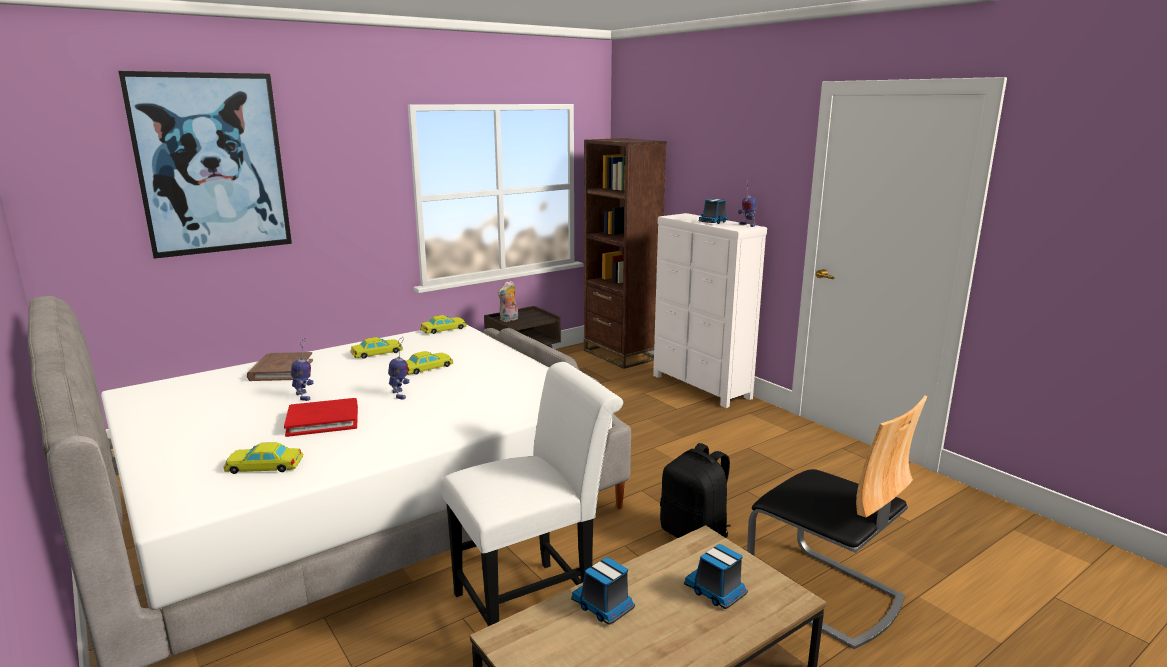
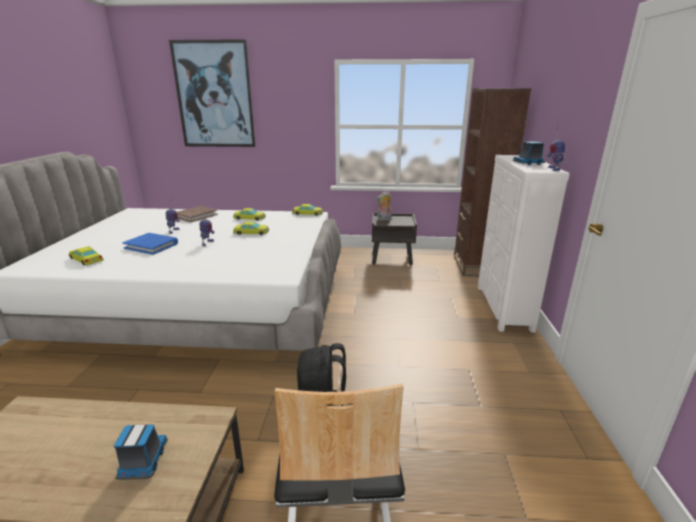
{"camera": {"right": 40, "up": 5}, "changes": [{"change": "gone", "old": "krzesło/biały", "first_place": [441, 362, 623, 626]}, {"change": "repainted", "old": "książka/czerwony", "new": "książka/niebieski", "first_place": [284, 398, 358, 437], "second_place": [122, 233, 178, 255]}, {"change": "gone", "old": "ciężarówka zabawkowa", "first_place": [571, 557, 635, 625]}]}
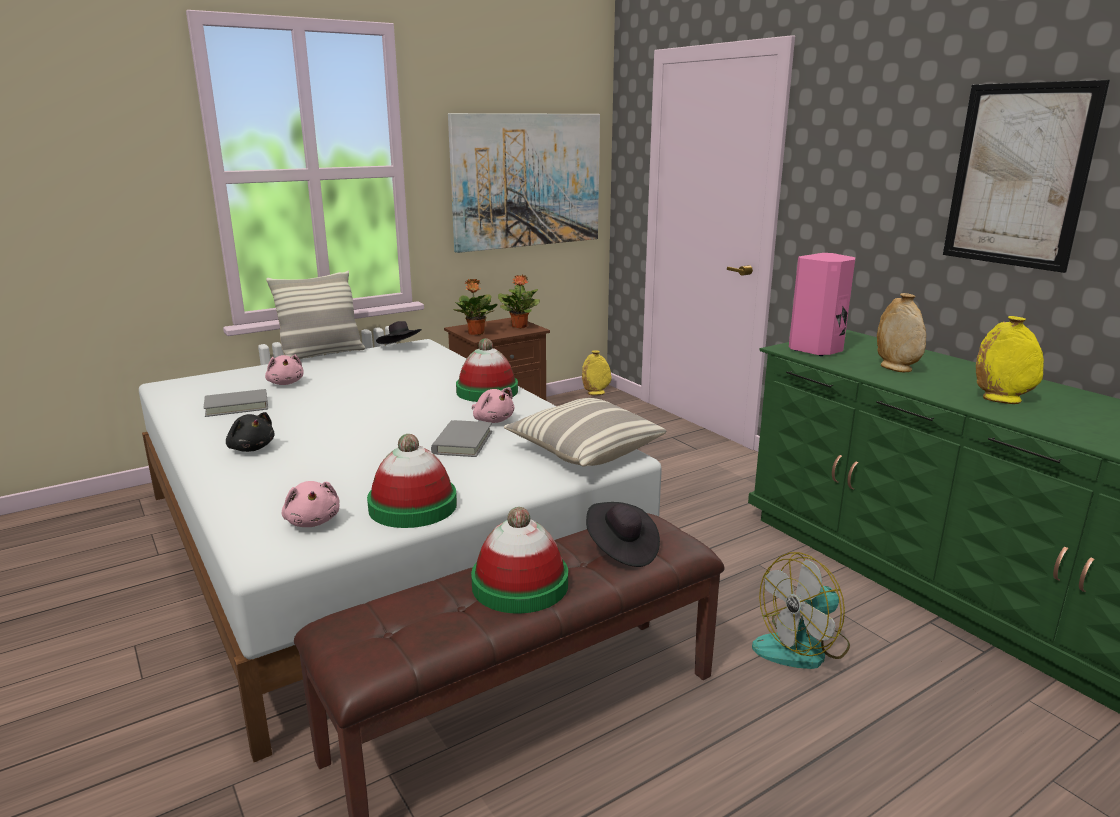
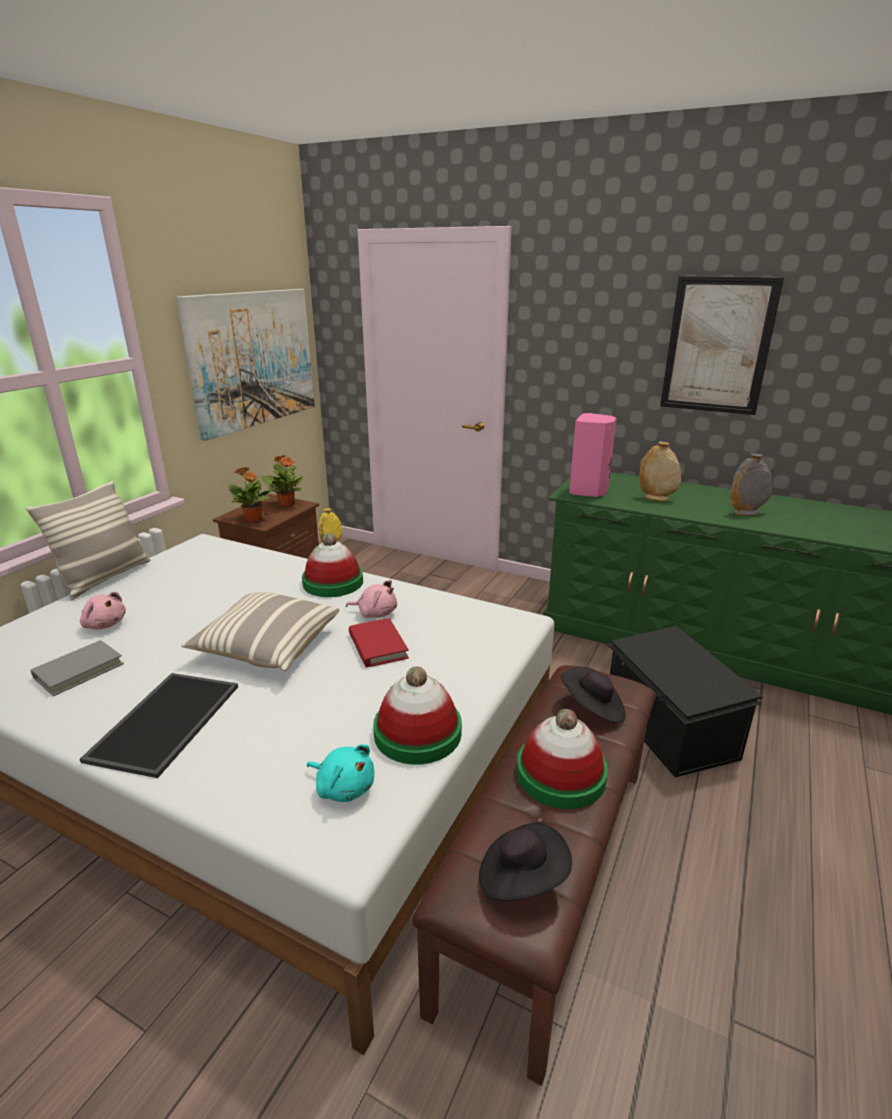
{"camera": {"right": -30, "up": 5}, "changes": [{"change": "repainted", "old": "wazon/żółty", "new": "wazon/szary", "first_place": [976, 316, 1044, 404], "second_place": [731, 453, 772, 516]}, {"change": "shifted", "old": "kapelusz/czarny", "first_place": [376, 321, 422, 344], "second_place": [479, 823, 572, 901]}, {"change": "shifted", "old": "poduszka", "first_place": [504, 398, 666, 467], "second_place": [181, 592, 339, 671]}, {"change": "swapped", "old": "pluszak/czarny", "new": "taca", "first_place": [226, 412, 274, 452], "second_place": [80, 673, 238, 778]}, {"change": "repainted", "old": "książka/szary", "new": "książka/czerwony", "first_place": [431, 420, 492, 457], "second_place": [349, 618, 409, 667]}, {"change": "repainted", "old": "pluszak/różowy", "new": "pluszak/turkusowy", "first_place": [282, 481, 340, 527], "second_place": [307, 744, 374, 802]}, {"change": "swapped", "old": "wentylator", "new": "pojemnik do przechowywania/czarny", "first_place": [752, 552, 850, 669], "second_place": [607, 626, 763, 777]}]}
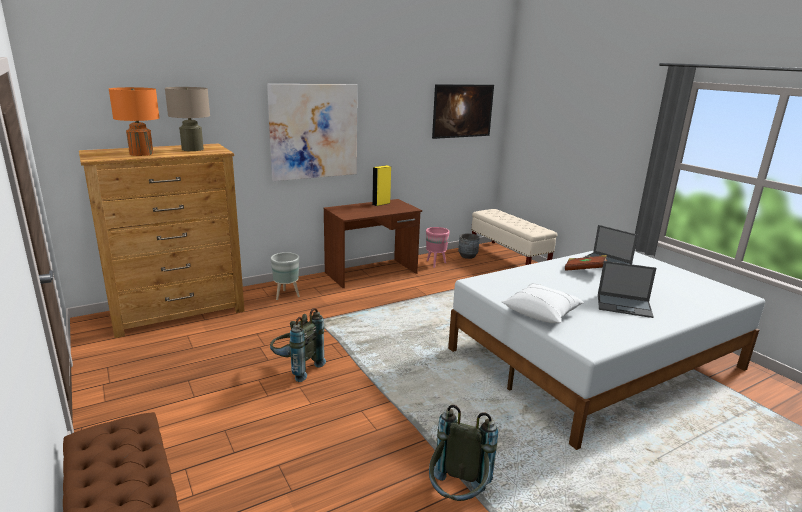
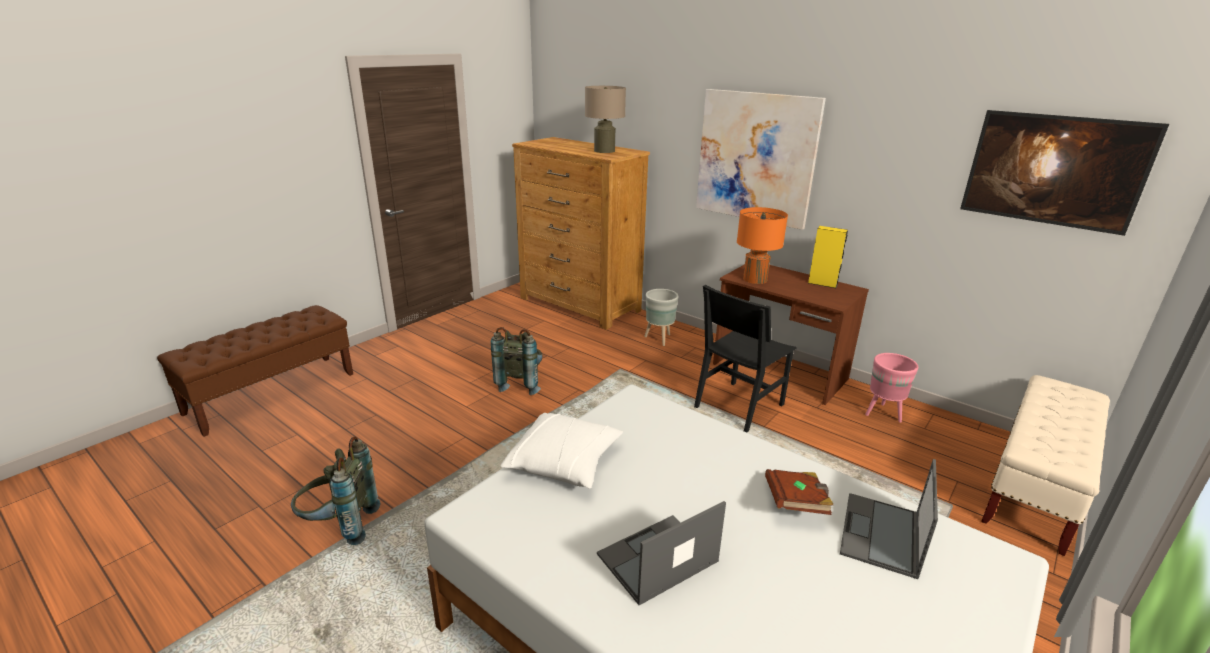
{"camera": {"right": 70, "up": 5}, "changes": [{"change": "shifted", "old": "lampa stołowa/pomarańczowy", "first_place": [109, 87, 159, 156], "second_place": [737, 207, 788, 284]}, {"change": "gone", "old": "donica/szary", "first_place": [458, 234, 480, 259]}, {"change": "rotated", "old": "laptop", "first_place": [598, 261, 656, 318], "second_place": [597, 501, 726, 605], "degrees": 60}, {"change": "new", "new": "krzesło/czarny", "second_place": [694, 285, 797, 433]}]}
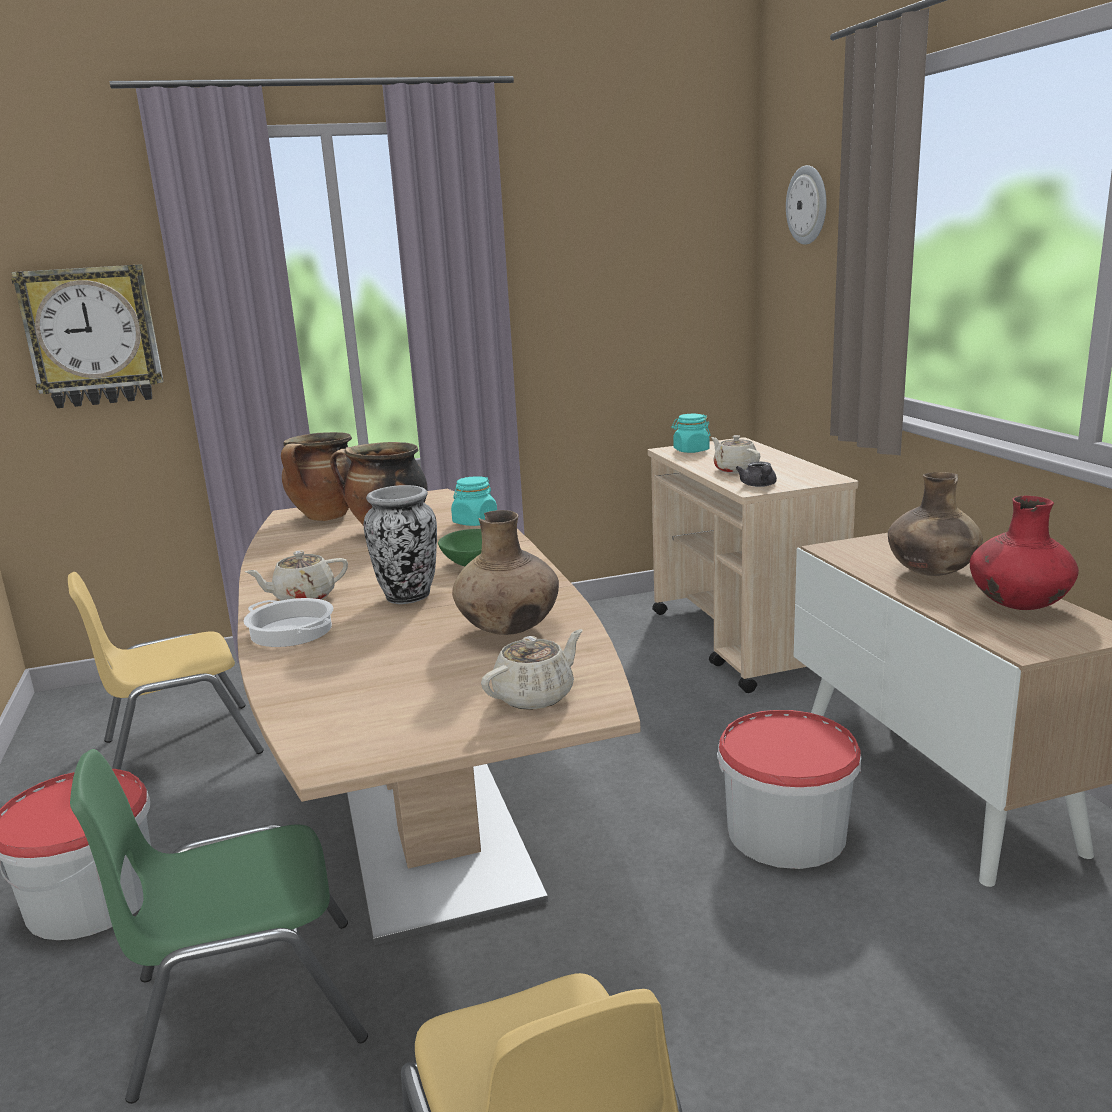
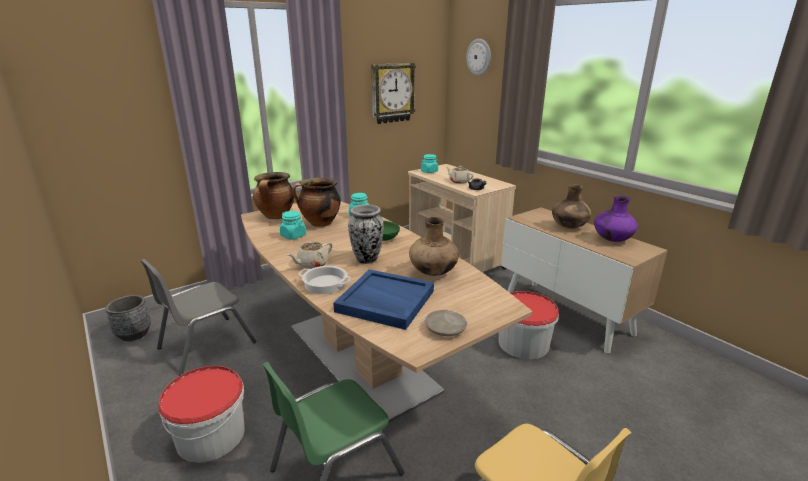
{"camera": {"right": -20, "up": 5}, "changes": [{"change": "shifted", "old": "zegar ścienny", "first_place": [11, 264, 163, 408], "second_place": [371, 63, 416, 124]}, {"change": "repainted", "old": "wazon/czerwony", "new": "wazon/fioletowy", "first_place": [970, 496, 1079, 610], "second_place": [594, 195, 638, 242]}, {"change": "repainted", "old": "krzesło/żółty", "new": "krzesło/szary", "first_place": [68, 572, 264, 770], "second_place": [141, 259, 256, 375]}, {"change": "gone", "old": "imbryk/beżowy", "first_place": [481, 629, 583, 710]}, {"change": "new", "new": "słoik/turkusowy", "second_place": [280, 211, 306, 240]}, {"change": "new", "new": "taca/niebieski", "second_place": [333, 269, 434, 330]}, {"change": "new", "new": "donica/szary", "second_place": [105, 295, 151, 341]}, {"change": "new", "new": "talerz/beżowy", "second_place": [425, 310, 467, 336]}]}
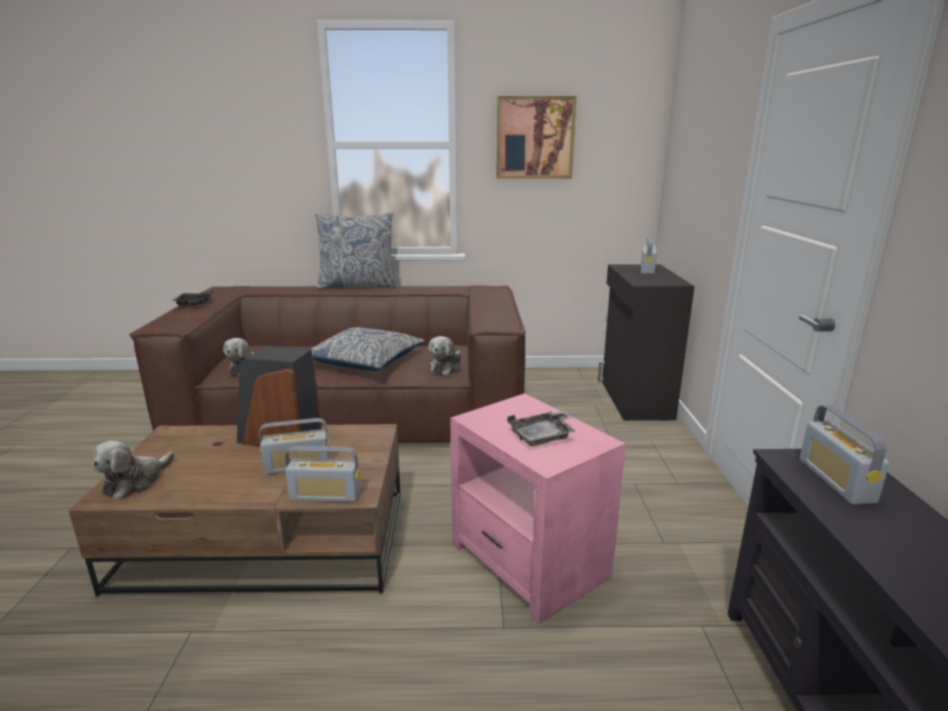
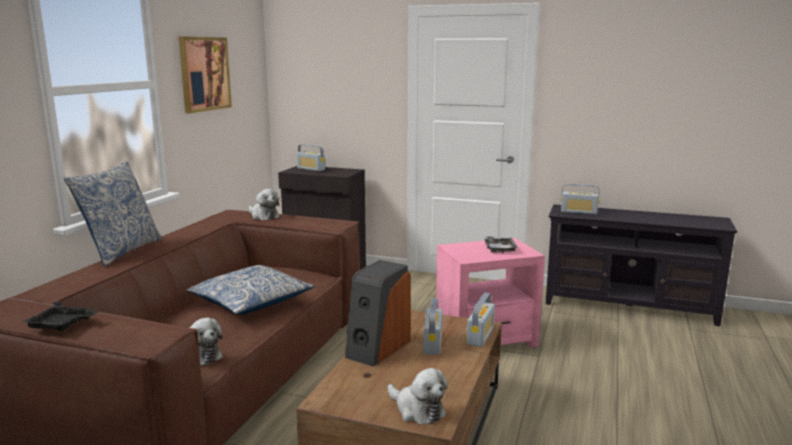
{"camera": {"right": -70, "up": -5}, "changes": [{"change": "shifted", "old": "pluszak", "first_place": [428, 336, 461, 375], "second_place": [249, 189, 279, 220]}]}
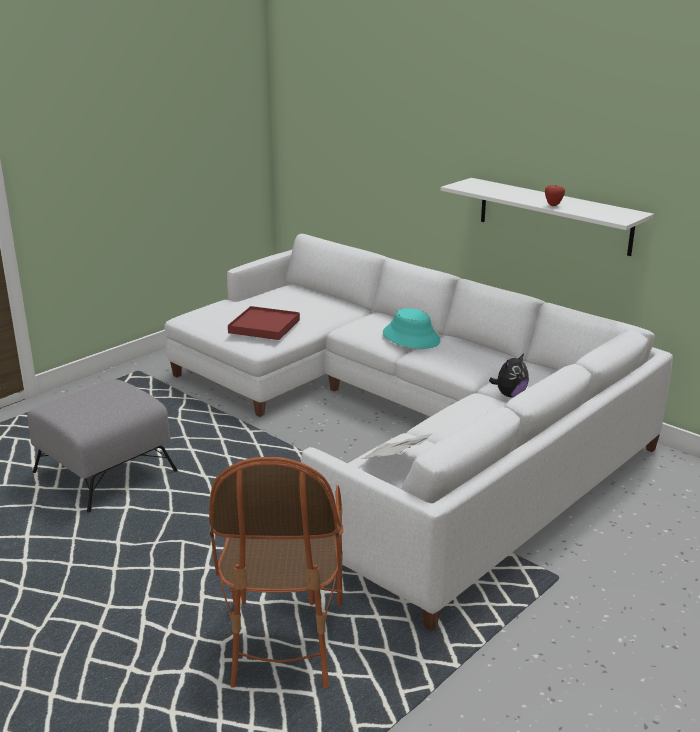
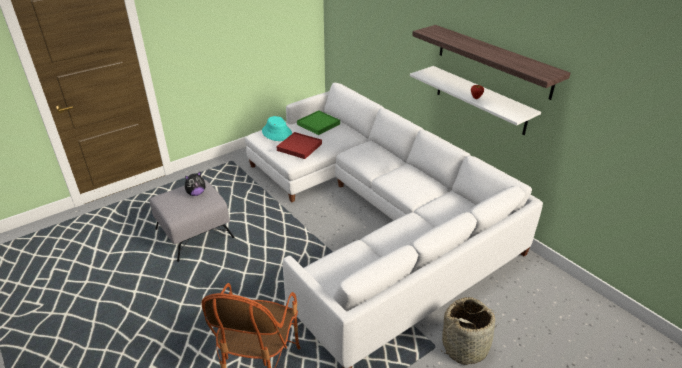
{"camera": {"right": 10, "up": 10}, "changes": [{"change": "shifted", "old": "kapelusz/turkusowy", "first_place": [383, 308, 441, 349], "second_place": [262, 116, 292, 141]}, {"change": "shifted", "old": "pluszak", "first_place": [489, 353, 529, 397], "second_place": [185, 172, 205, 196]}, {"change": "gone", "old": "gazeta", "first_place": [361, 433, 434, 459]}, {"change": "new", "new": "półka", "second_place": [412, 25, 570, 100]}, {"change": "new", "new": "taca/zielony", "second_place": [297, 110, 340, 135]}, {"change": "new", "new": "koszyk", "second_place": [442, 297, 499, 365]}]}
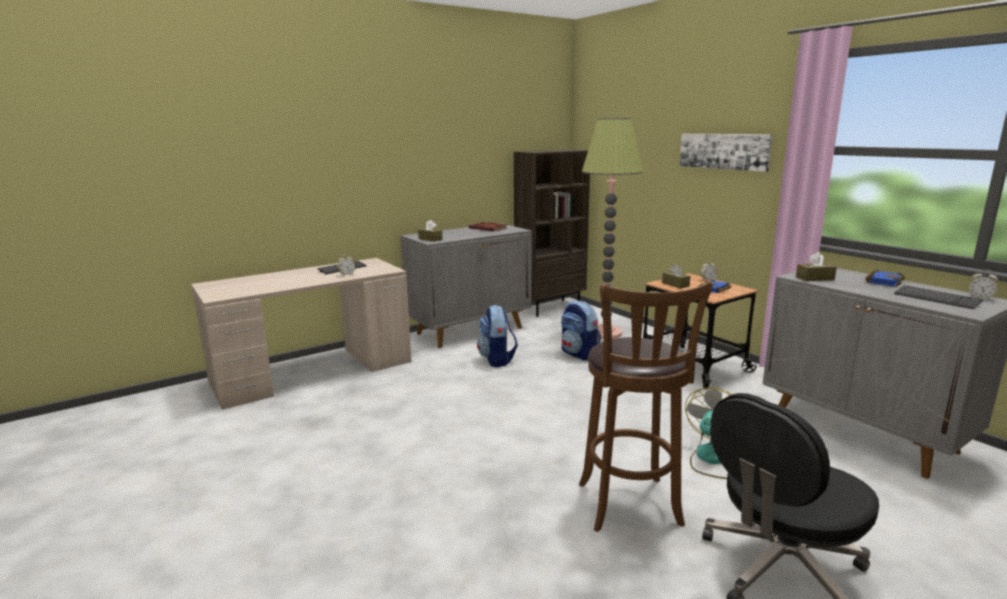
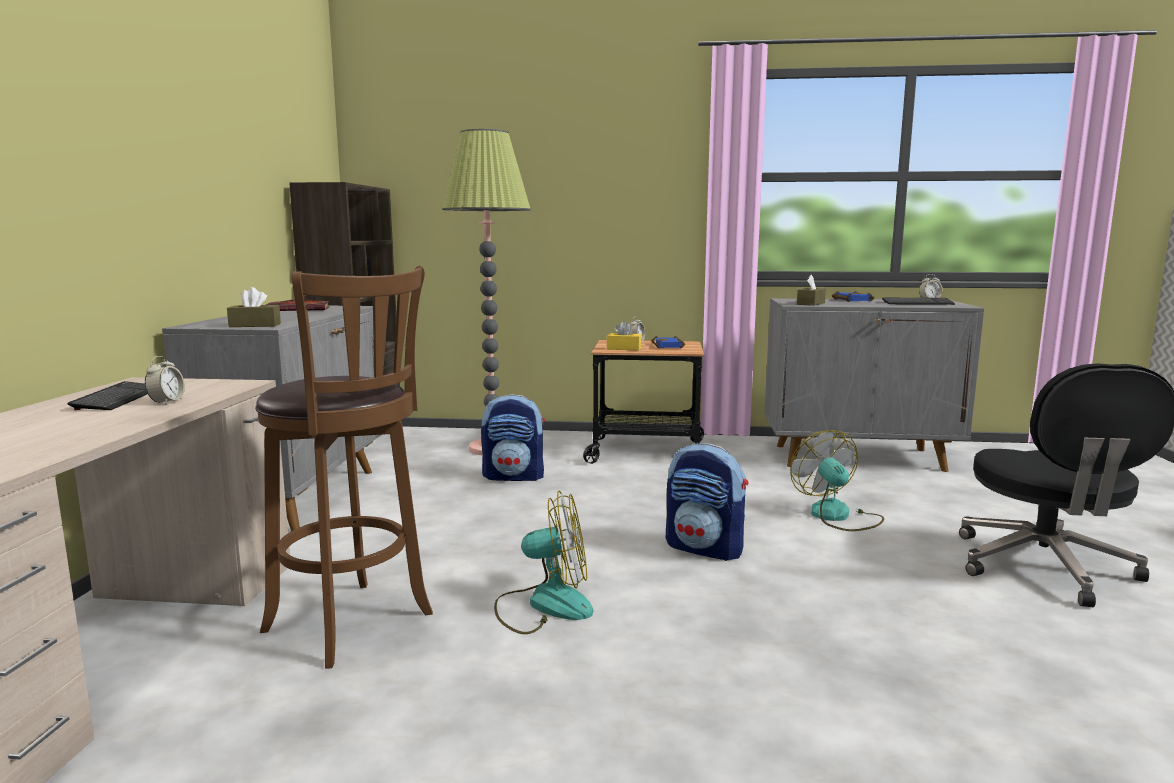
{"camera": {"right": -50, "up": -5}, "changes": [{"change": "gone", "old": "obraz", "first_place": [679, 134, 773, 172]}, {"change": "repainted", "old": "pudełko chusteczek/brązowy", "new": "pudełko chusteczek/żółty", "first_place": [662, 264, 690, 288], "second_place": [607, 321, 641, 350]}, {"change": "shifted", "old": "stołek/brązowy", "first_place": [579, 280, 713, 532], "second_place": [255, 266, 433, 669]}, {"change": "shifted", "old": "plecak", "first_place": [477, 305, 518, 367], "second_place": [666, 443, 749, 561]}, {"change": "new", "new": "wentylator", "second_place": [494, 490, 593, 634]}]}
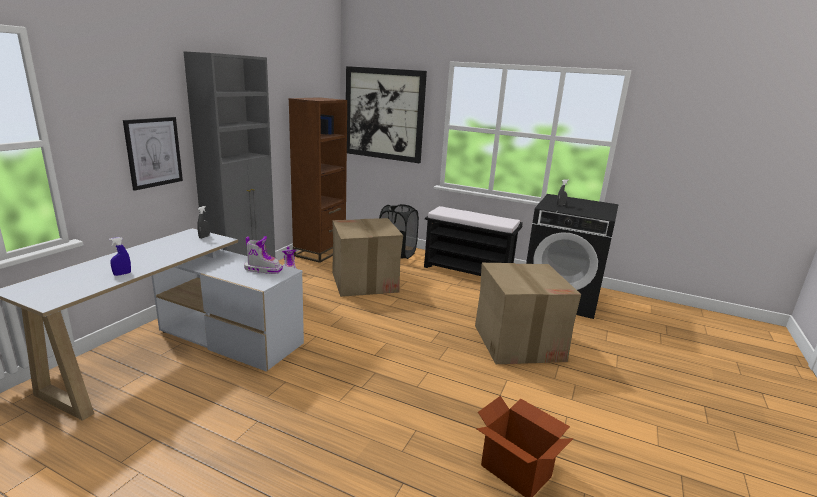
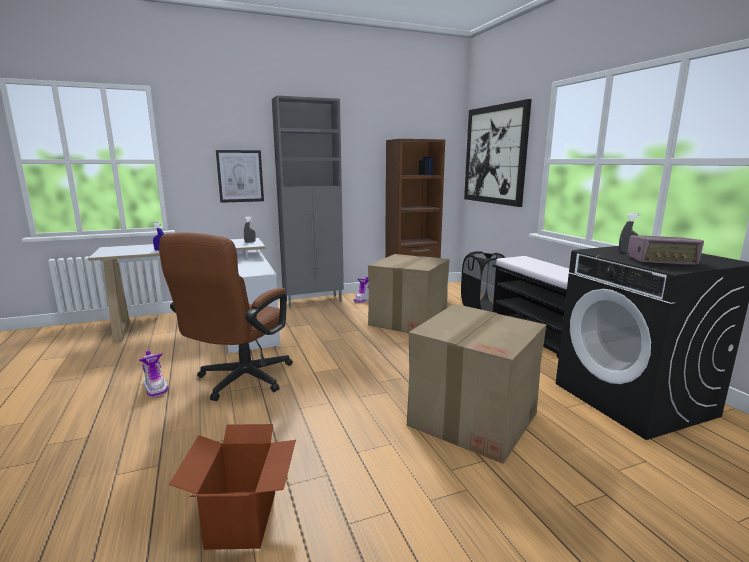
{"camera": {"right": 45, "up": -5}, "changes": [{"change": "shifted", "old": "but z cholewką", "first_place": [244, 236, 283, 274], "second_place": [139, 350, 168, 397]}, {"change": "new", "new": "krzesło biurowe/brązowy", "second_place": [159, 233, 293, 401]}, {"change": "new", "new": "radio", "second_place": [627, 235, 704, 265]}]}
